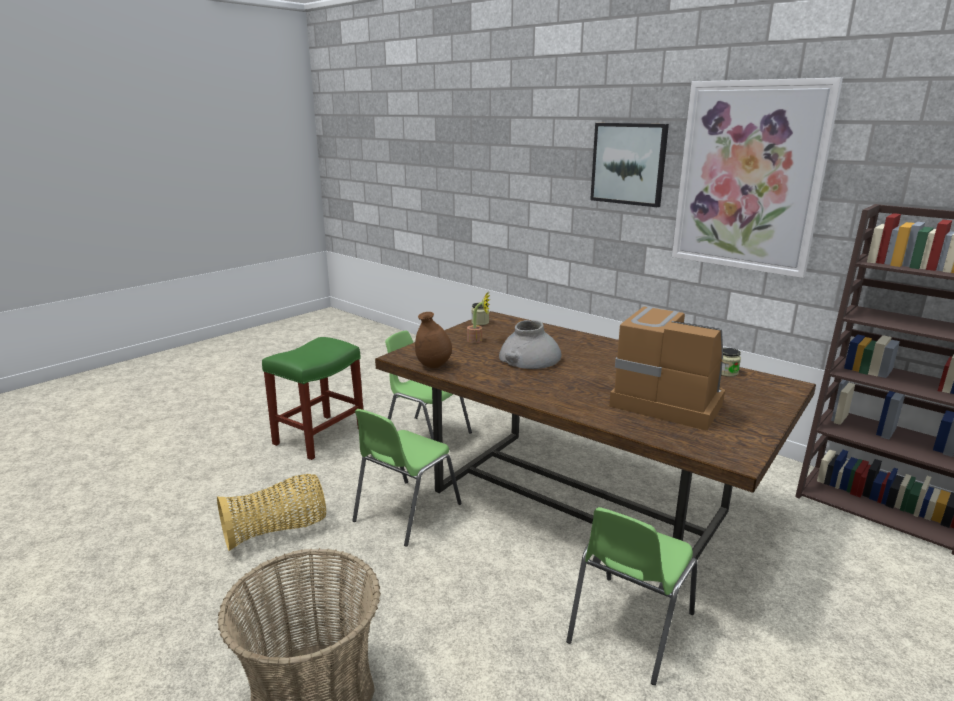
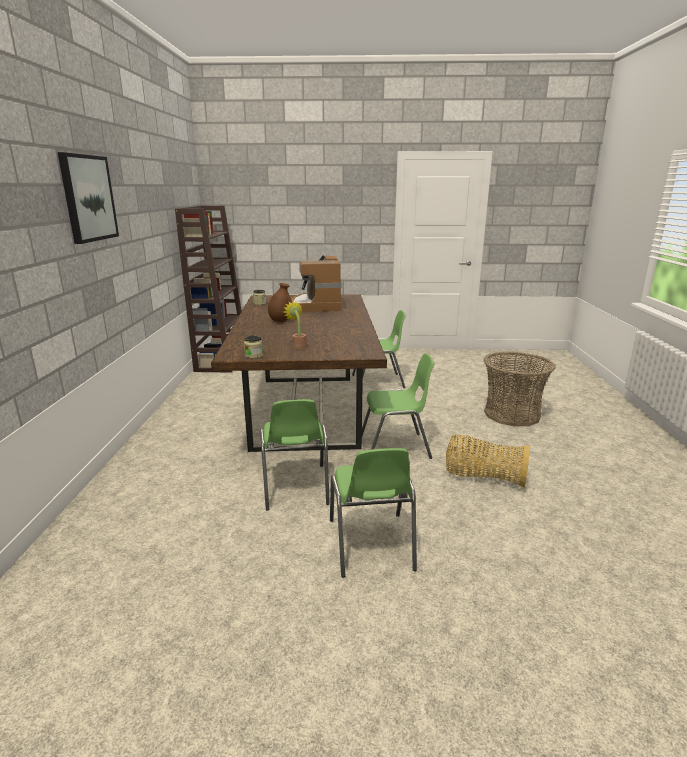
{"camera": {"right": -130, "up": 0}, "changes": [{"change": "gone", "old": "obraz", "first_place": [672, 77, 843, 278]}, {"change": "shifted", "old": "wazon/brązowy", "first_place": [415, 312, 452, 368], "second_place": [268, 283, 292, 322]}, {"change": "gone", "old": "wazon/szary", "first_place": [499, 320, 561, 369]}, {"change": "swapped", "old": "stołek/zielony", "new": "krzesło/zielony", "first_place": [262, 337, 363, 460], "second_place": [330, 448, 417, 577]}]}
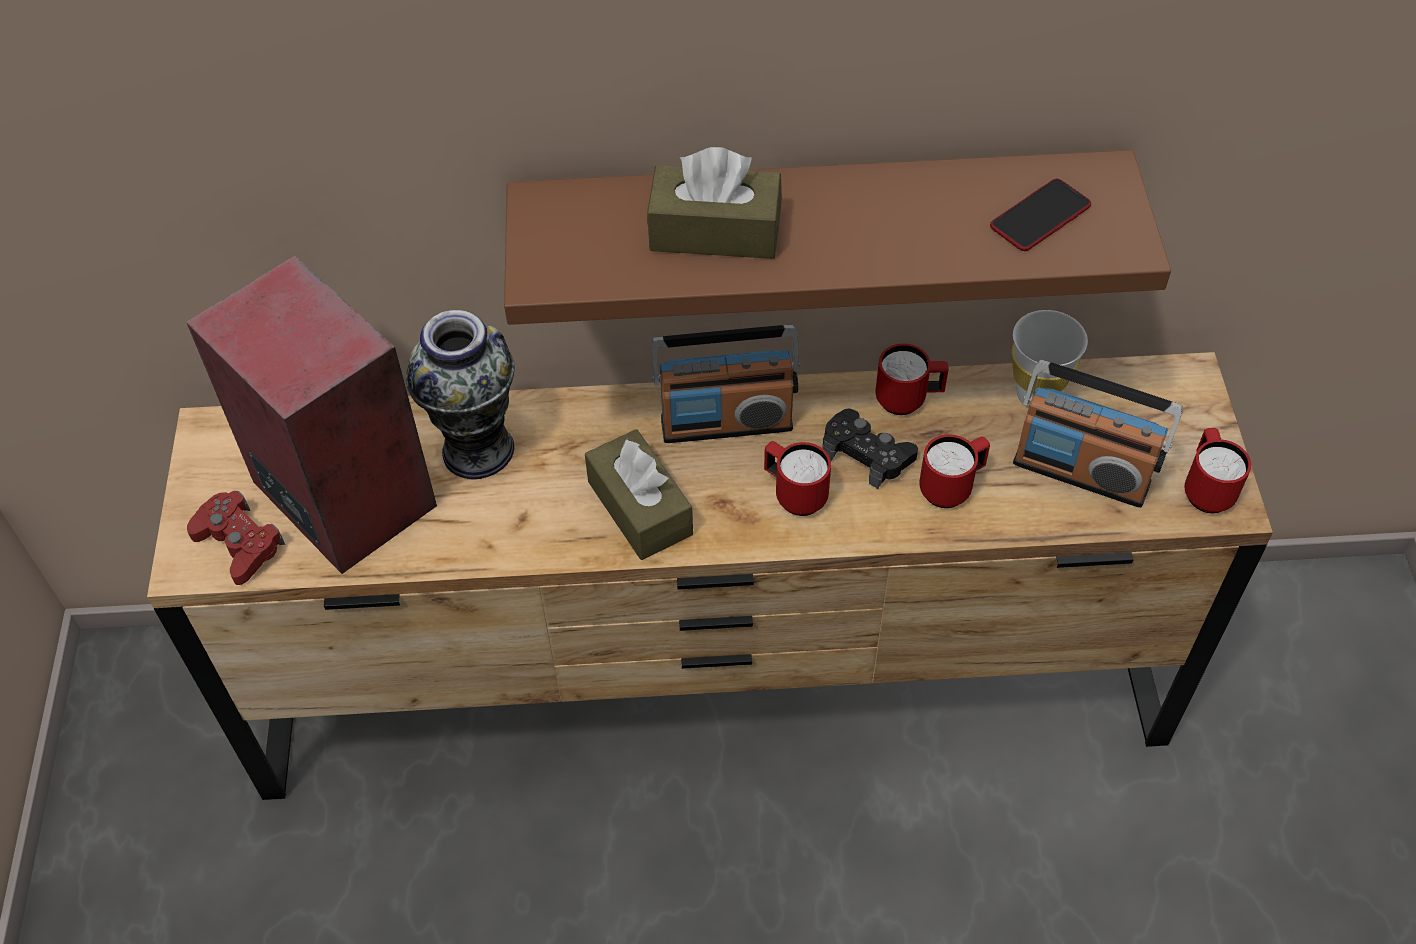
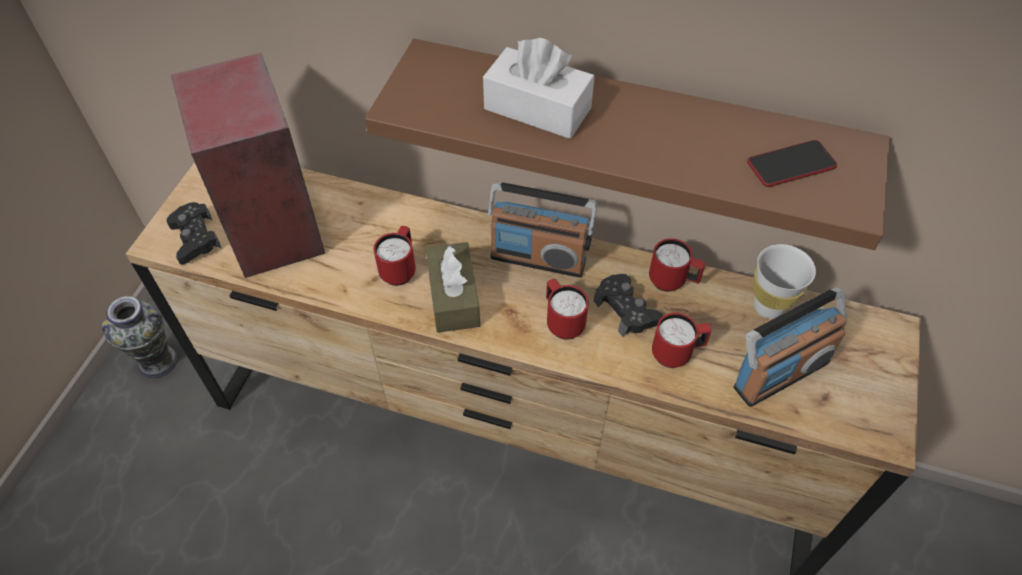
{"camera": {"right": 20, "up": 0}, "changes": [{"change": "repainted", "old": "pudełko chusteczek/brązowy", "new": "pudełko chusteczek/biały", "first_place": [647, 147, 782, 259], "second_place": [483, 38, 595, 139]}, {"change": "shifted", "old": "wazon", "first_place": [406, 310, 515, 480], "second_place": [102, 296, 178, 378]}, {"change": "rotated", "old": "radio", "first_place": [1013, 360, 1183, 508], "second_place": [733, 287, 847, 407], "degrees": -75}, {"change": "shifted", "old": "kubek/czerwony", "first_place": [1185, 428, 1251, 513], "second_place": [374, 226, 416, 286]}, {"change": "repainted", "old": "pad do gier/czerwony", "new": "pad do gier/czarny", "first_place": [187, 491, 285, 585], "second_place": [166, 202, 221, 265]}]}
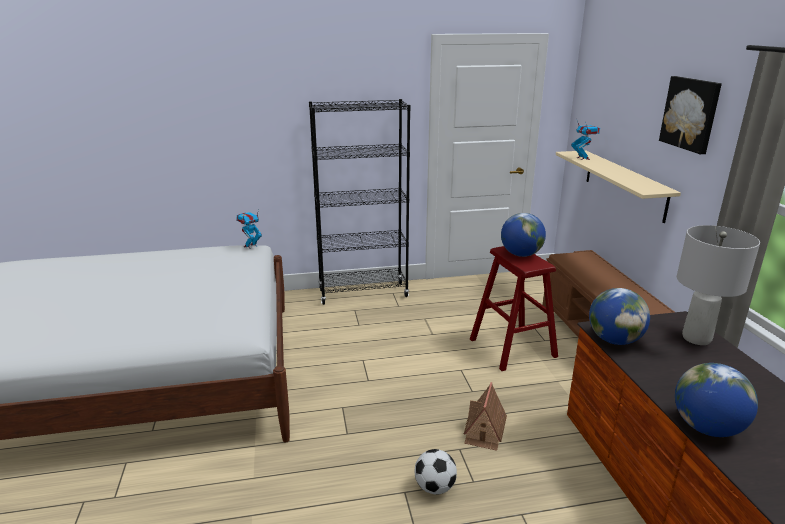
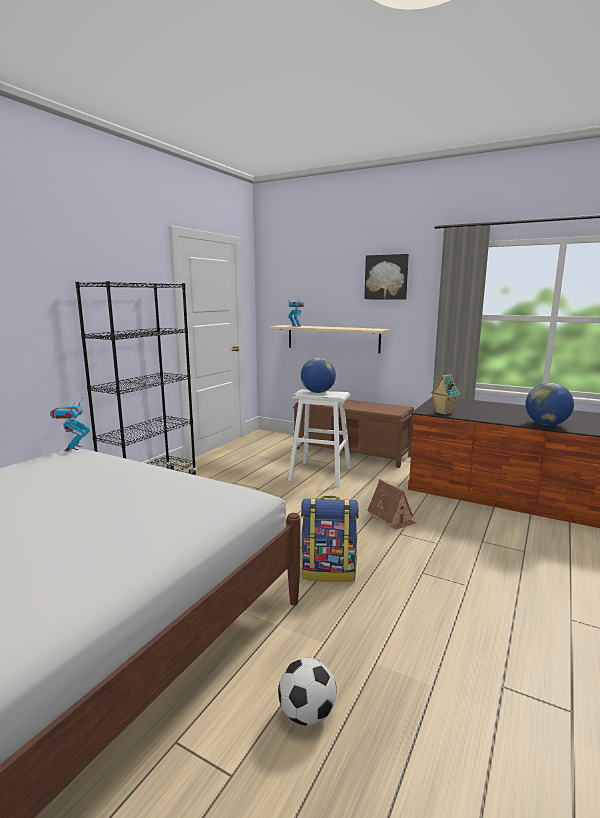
{"camera": {"right": -50, "up": -10}, "changes": [{"change": "gone", "old": "lampa stołowa/szary", "first_place": [677, 225, 760, 345]}, {"change": "repainted", "old": "stołek/czerwony", "new": "stołek/biały", "first_place": [470, 246, 558, 371], "second_place": [288, 389, 351, 487]}, {"change": "swapped", "old": "globus", "new": "domek", "first_place": [589, 288, 650, 345], "second_place": [431, 374, 460, 415]}, {"change": "shifted", "old": "piłka futbolowa", "first_place": [415, 449, 457, 495], "second_place": [278, 657, 337, 726]}, {"change": "new", "new": "plecak", "second_place": [301, 496, 359, 582]}]}
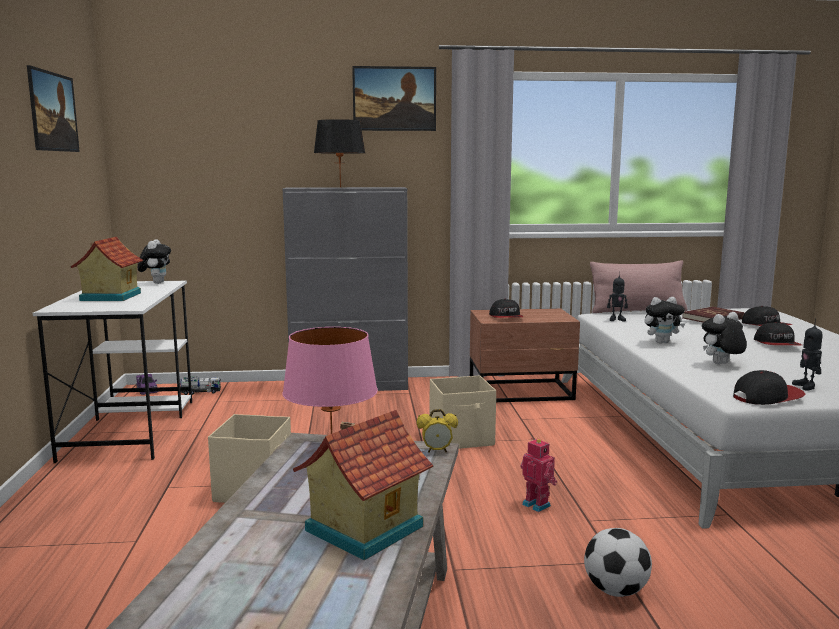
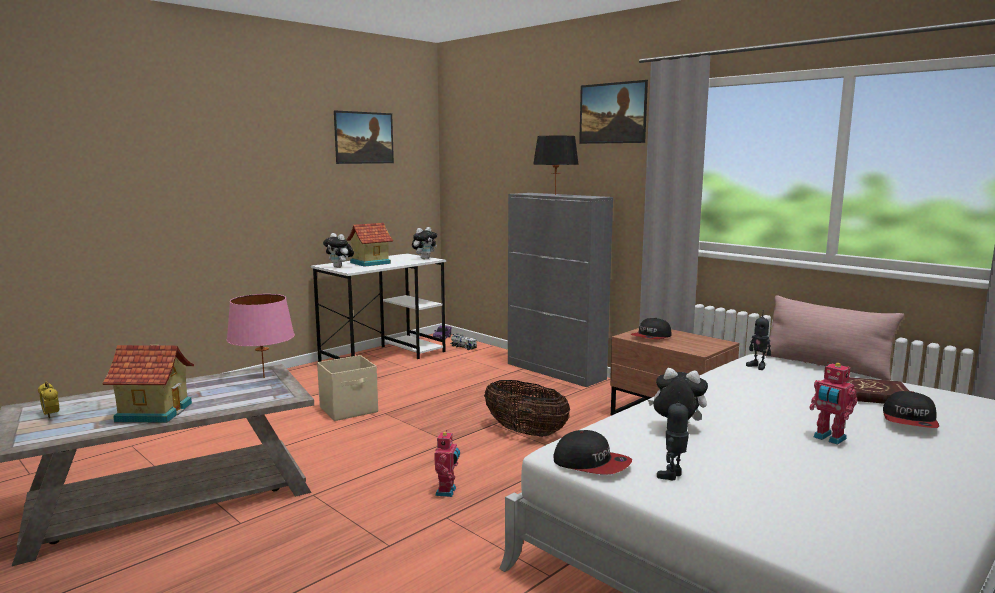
{"camera": {"right": 50, "up": 0}, "changes": [{"change": "shifted", "old": "pluszak", "first_place": [644, 297, 685, 343], "second_place": [323, 233, 354, 268]}, {"change": "swapped", "old": "czapka z daszkiem", "new": "robot zabawkowy", "first_place": [754, 322, 802, 345], "second_place": [809, 362, 857, 445]}, {"change": "swapped", "old": "pojemnik do przechowywania/beżowy", "new": "koszyk", "first_place": [430, 375, 496, 449], "second_place": [484, 380, 570, 437]}, {"change": "shifted", "old": "budzik", "first_place": [417, 409, 458, 453], "second_place": [38, 382, 59, 418]}, {"change": "gone", "old": "piłka futbolowa", "first_place": [584, 528, 652, 597]}]}
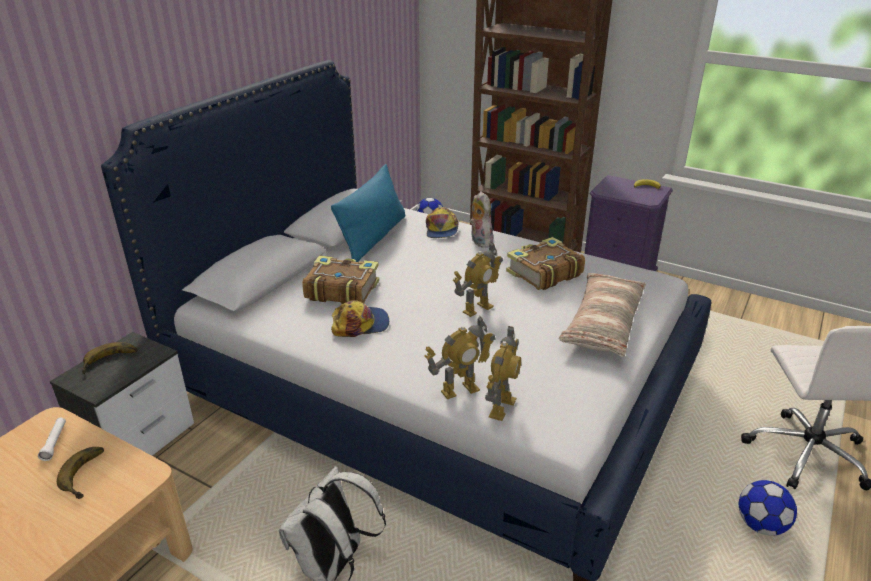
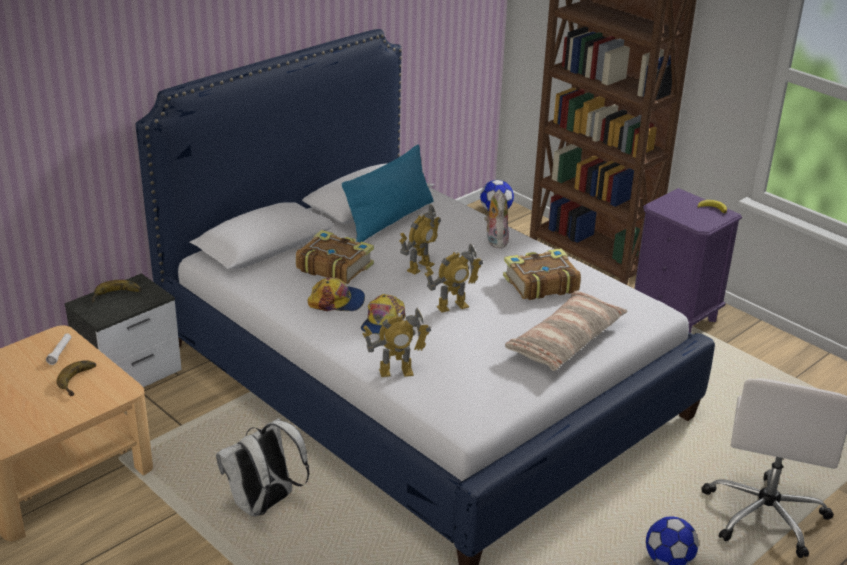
{"camera": {"right": 15, "up": 0}, "changes": [{"change": "shifted", "old": "czapka z daszkiem", "first_place": [426, 207, 459, 238], "second_place": [361, 294, 406, 334]}, {"change": "shifted", "old": "robot zabawkowy", "first_place": [485, 326, 521, 421], "second_place": [399, 204, 441, 275]}]}
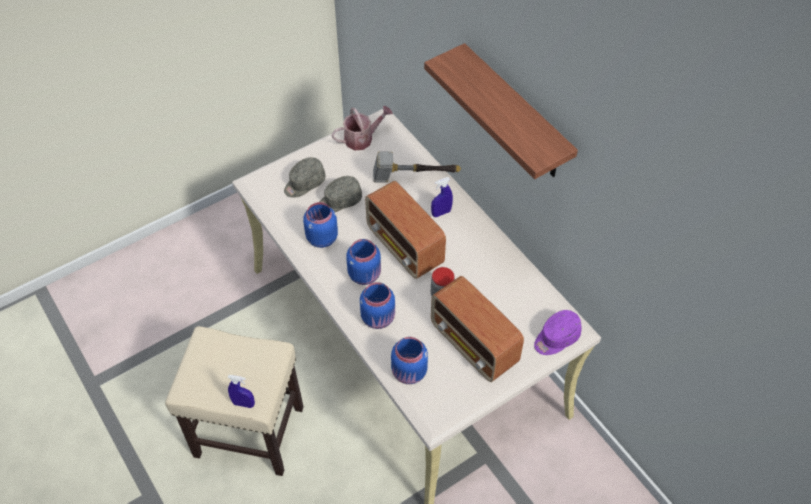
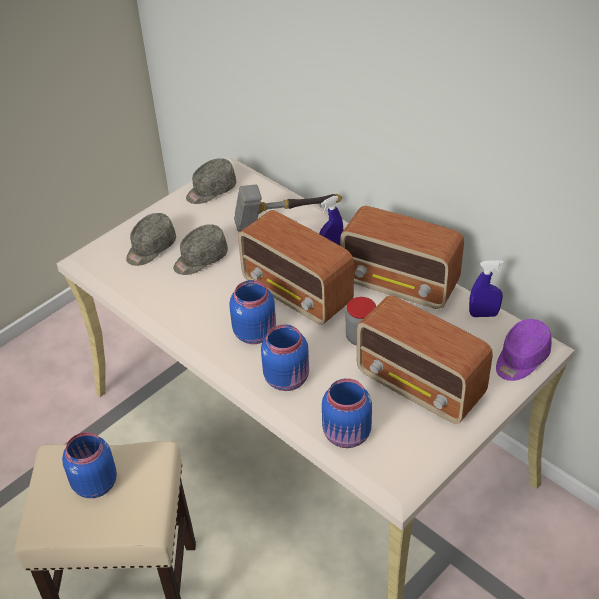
{"camera": {"right": -10, "up": -10}, "changes": [{"change": "gone", "old": "półka", "first_place": [424, 43, 578, 179]}, {"change": "swapped", "old": "konewka", "new": "czapka z daszkiem/szary", "first_place": [332, 106, 393, 150], "second_place": [186, 158, 236, 204]}, {"change": "shifted", "old": "słoik/niebieski", "first_place": [303, 202, 338, 248], "second_place": [62, 432, 117, 498]}, {"change": "shifted", "old": "spryskiwacz/niebieski", "first_place": [228, 375, 255, 408], "second_place": [469, 260, 504, 317]}, {"change": "new", "new": "radio", "second_place": [340, 206, 464, 309]}]}
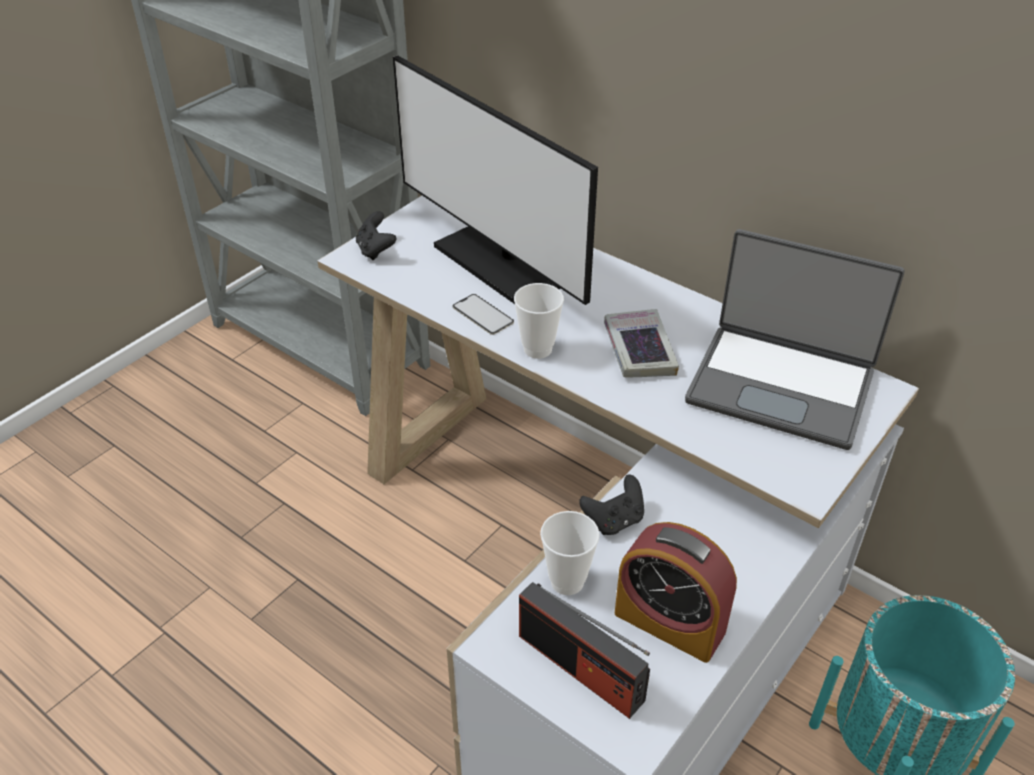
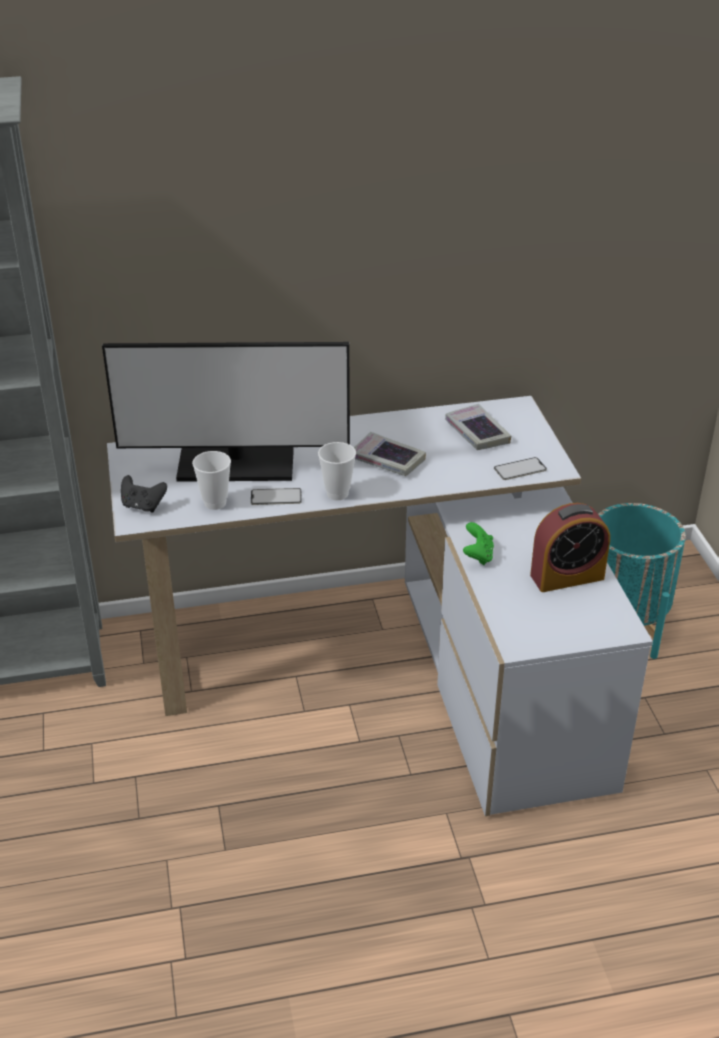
{"camera": {"right": -50, "up": -5}, "changes": [{"change": "swapped", "old": "laptop", "new": "książka", "first_place": [685, 229, 905, 450], "second_place": [445, 404, 511, 450]}, {"change": "repainted", "old": "pad do gier/czarny", "new": "pad do gier/zielony", "first_place": [579, 475, 644, 535], "second_place": [463, 522, 494, 565]}, {"change": "shifted", "old": "filiżanka", "first_place": [540, 511, 600, 595], "second_place": [192, 451, 231, 510]}, {"change": "gone", "old": "radio", "first_place": [519, 582, 650, 719]}, {"change": "new", "new": "telefon", "second_place": [494, 457, 547, 480]}]}
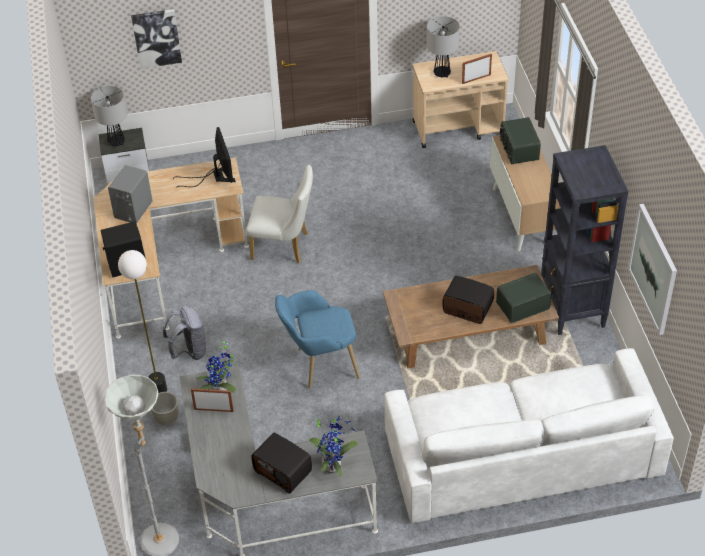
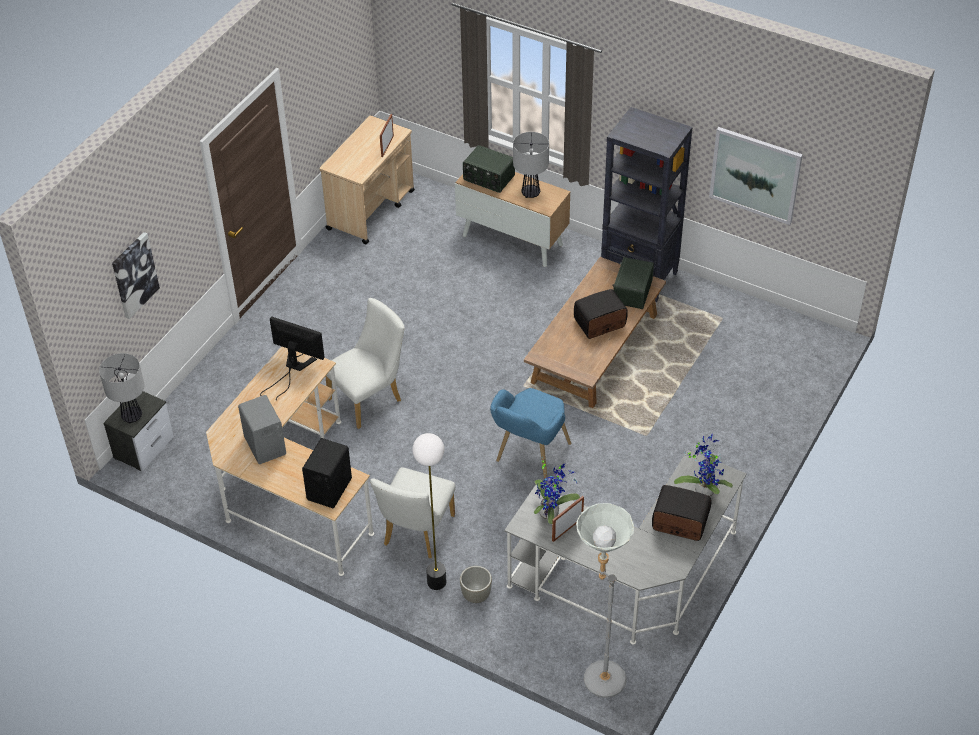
{"camera": {"right": -50, "up": 0}, "changes": [{"change": "shifted", "old": "lampa stołowa", "first_place": [427, 16, 460, 77], "second_place": [513, 132, 549, 198]}, {"change": "swapped", "old": "plecak/szary", "new": "krzesło/biały", "first_place": [163, 306, 207, 360], "second_place": [370, 467, 456, 558]}, {"change": "gone", "old": "kanapa/biały", "first_place": [385, 348, 674, 523]}, {"change": "rotated", "old": "radio", "first_place": [252, 433, 312, 493], "second_place": [652, 485, 711, 541], "degrees": -150}]}
